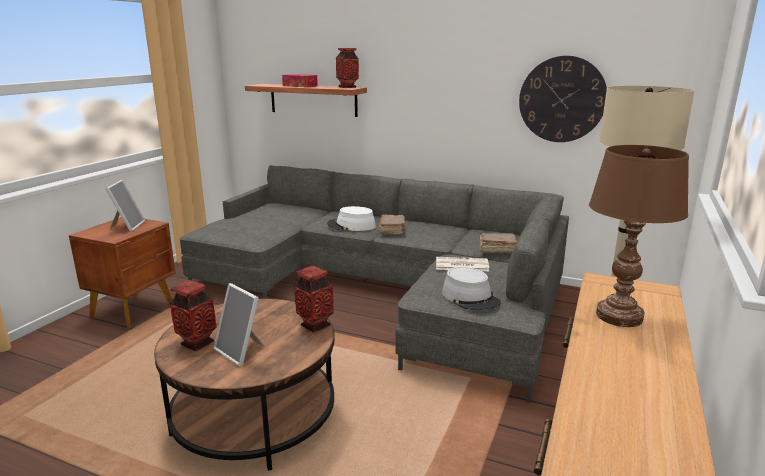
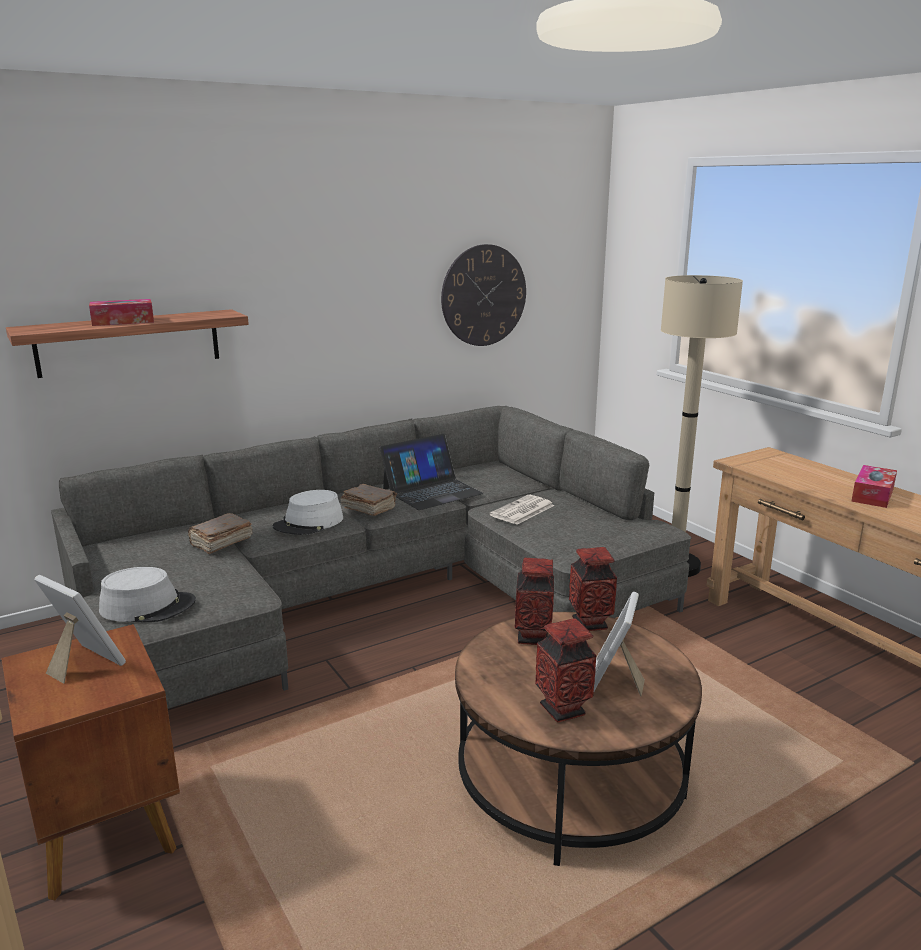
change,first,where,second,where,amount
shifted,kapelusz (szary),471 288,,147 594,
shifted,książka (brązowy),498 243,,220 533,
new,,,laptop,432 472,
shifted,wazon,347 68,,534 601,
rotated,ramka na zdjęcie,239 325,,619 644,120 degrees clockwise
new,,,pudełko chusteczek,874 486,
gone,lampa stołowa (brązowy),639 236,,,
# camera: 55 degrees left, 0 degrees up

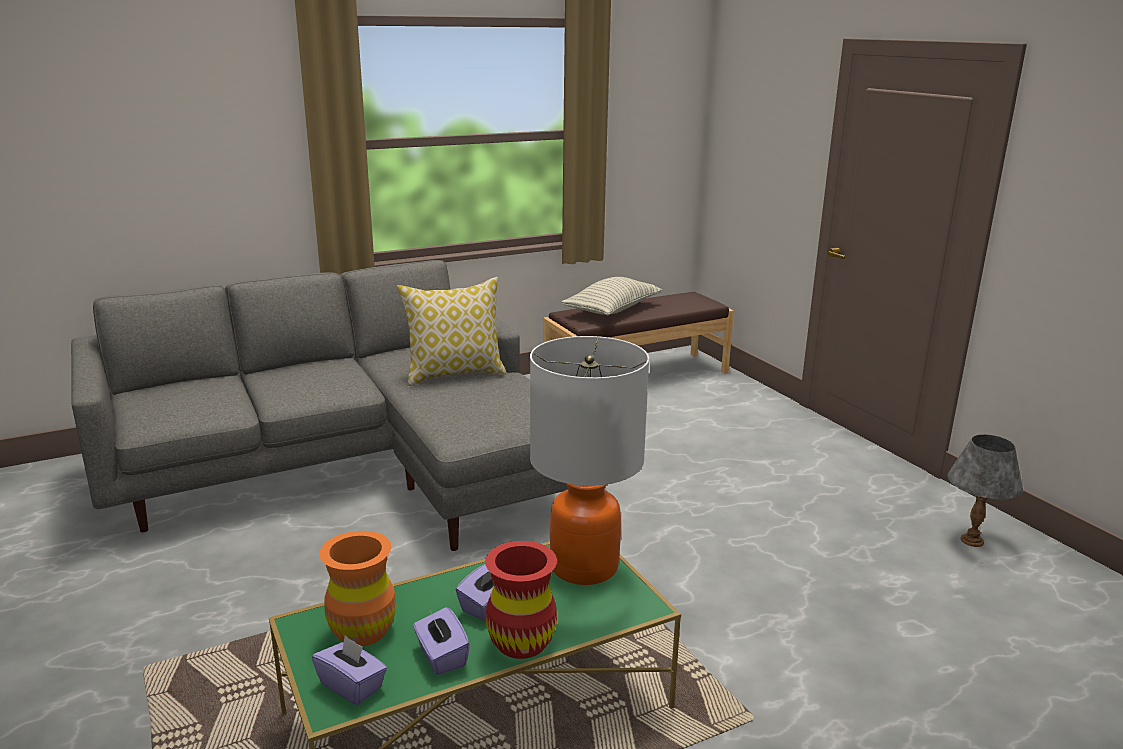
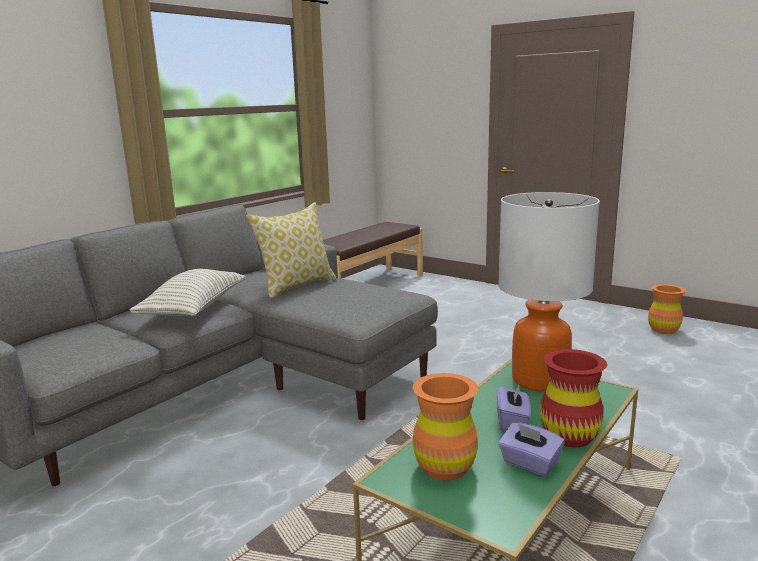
change,first,where,second,where,amount
shifted,poduszka,612 296,,188 292,
swapped,lampa stołowa (szary),985 490,wazon (pomarańczowy),667 309,
gone,pudełko chusteczek (fioletowy),349 670,,,
# camera: 25 degrees left, 5 degrees down

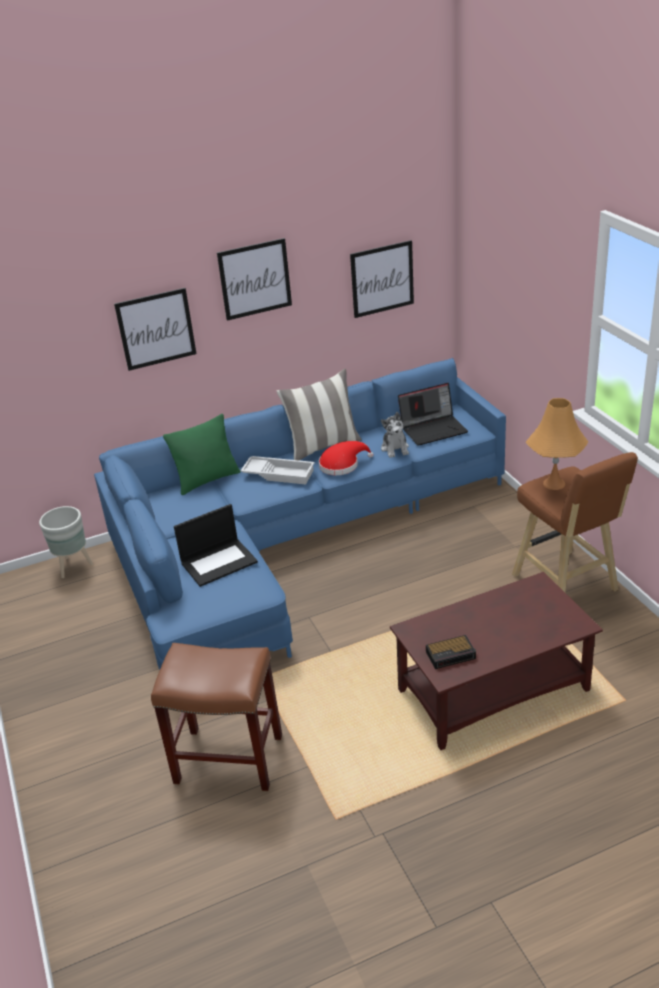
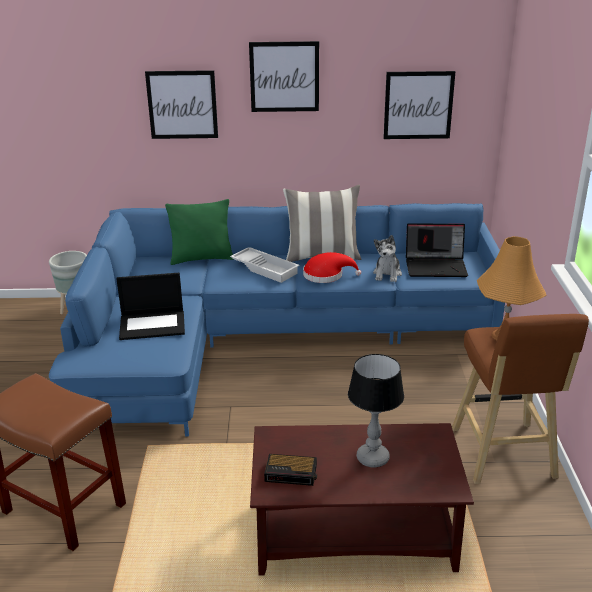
change,first,where,second,where,amount
new,,,lampa stołowa,376 411,
# camera: 20 degrees right, 5 degrees down

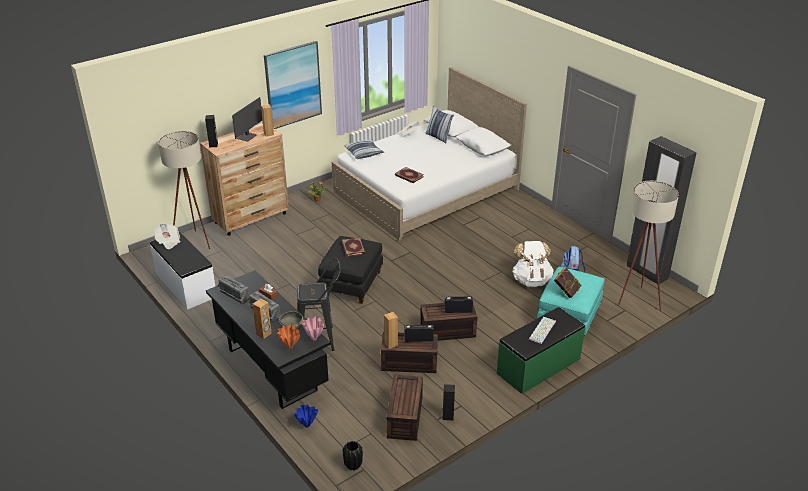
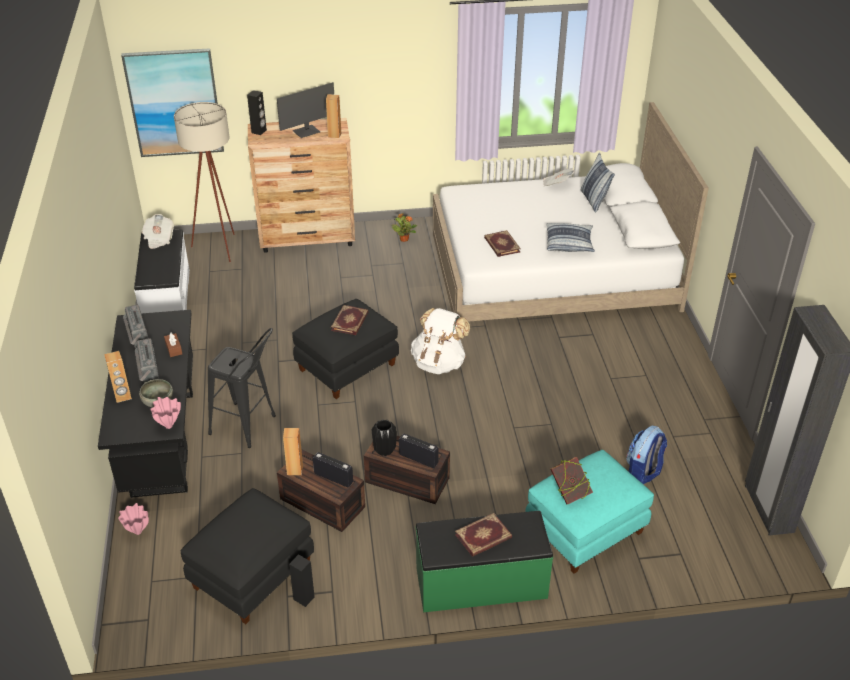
change,first,where,second,where,amount
repainted,wazon (niebieski),306 416,wazon (różowy),133 519,
shifted,obraz,293 85,,172 102,
swapped,pojemnik do przechowywania (brązowy),404 408,pufa (czarny),247 556,
shifted,wazon (czarny),352 455,,384 437,
shifted,plecak (biały),533 264,,440 341,
swapped,klawiatura,542 330,książka,483 535,
shifted,poduszka,364 149,,570 237,
gone,wazon (pomarańczowy),288 336,,,
gone,lampa stojąca (beżowy),648 246,,,
# camera: 30 degrees right, 5 degrees up

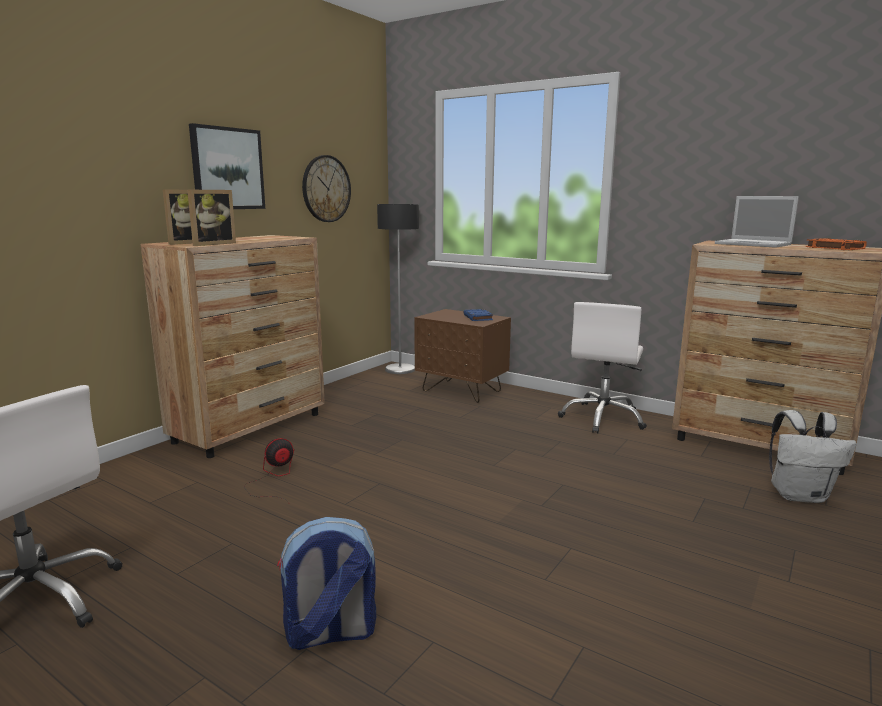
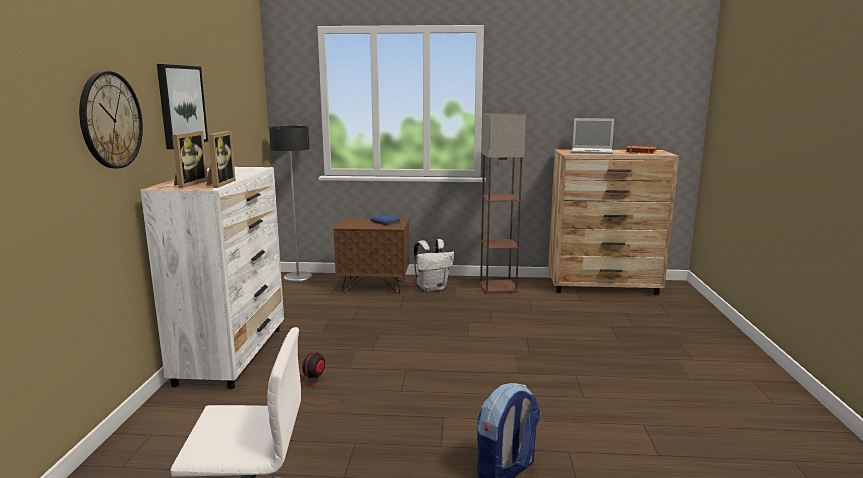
change,first,where,second,where,amount
shifted,zegar ścienny,326 188,,111 119,
repainted,komoda (brązowy),233 346,komoda (biały),212 278,
shifted,plecak (biały),812 456,,434 265,
swapped,krzesło biurowe (biały),602 367,lampa stojąca,502 203,
# camera: 30 degrees left, 0 degrees up

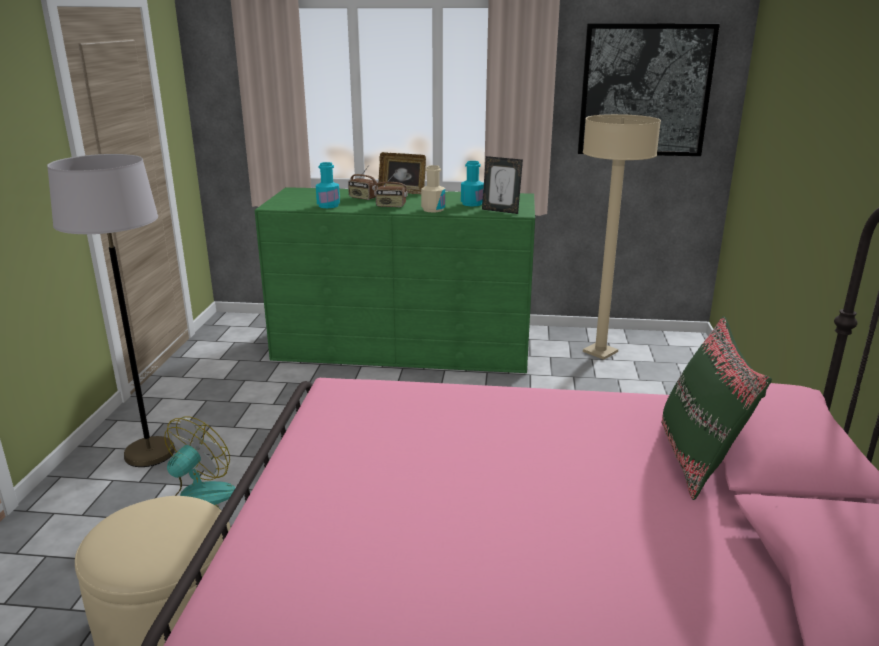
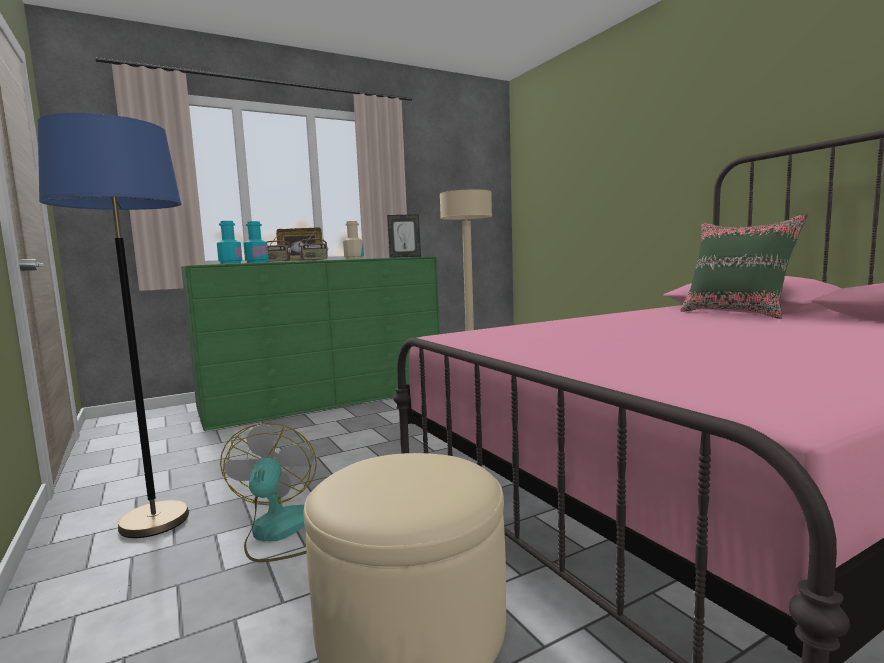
change,first,where,second,where,amount
repainted,lampa stojąca (szary),111 310,lampa stojąca (niebieski),113 325,
shifted,butelka (turkusowy),472 183,,229 242,
gone,obraz,649 89,,,
# camera: 35 degrees left, 15 degrees down

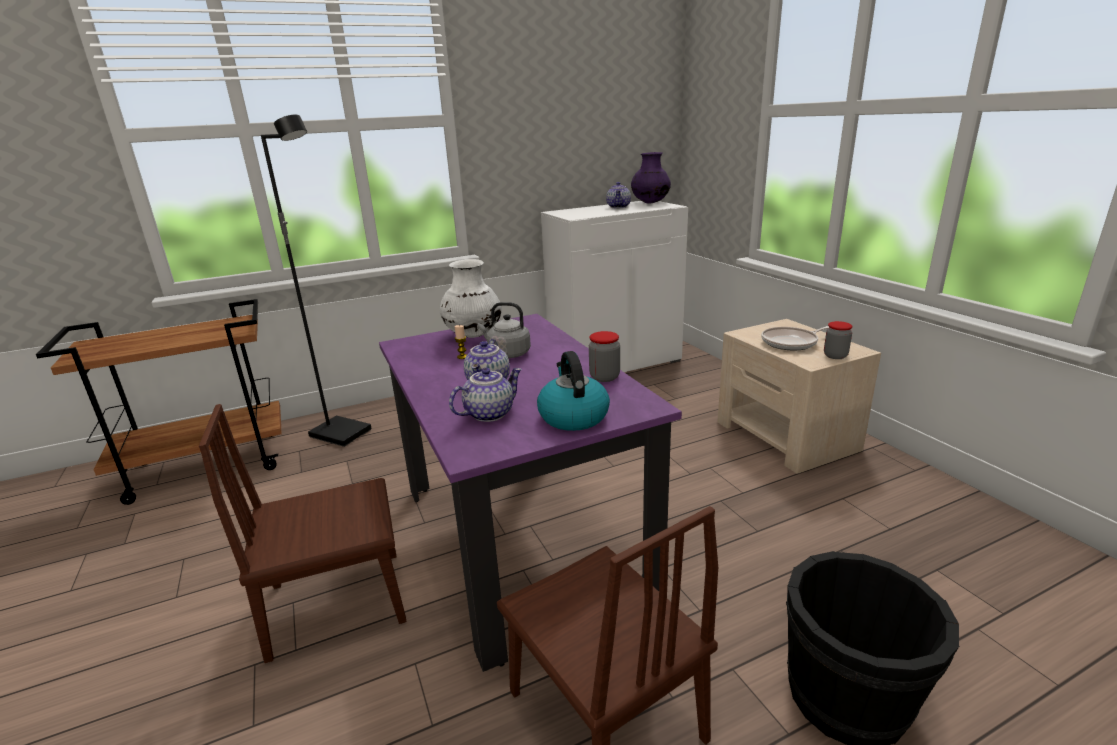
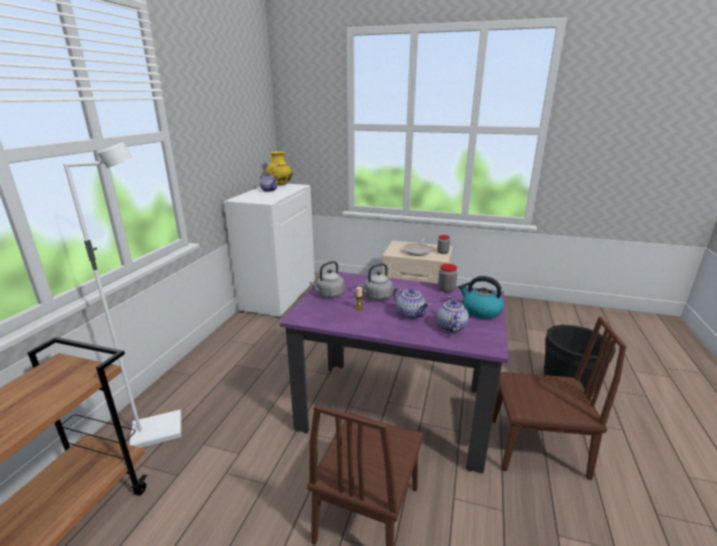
change,first,where,second,where,amount
repainted,lampa stojąca (czarny),316 281,lampa stojąca (biały),122 295,
repainted,wazon (fioletowy),651 178,wazon (żółty),278 168,
swapped,wazon (biały),470 298,czajnik (szary),327 279,
# camera: 50 degrees left, 0 degrees up

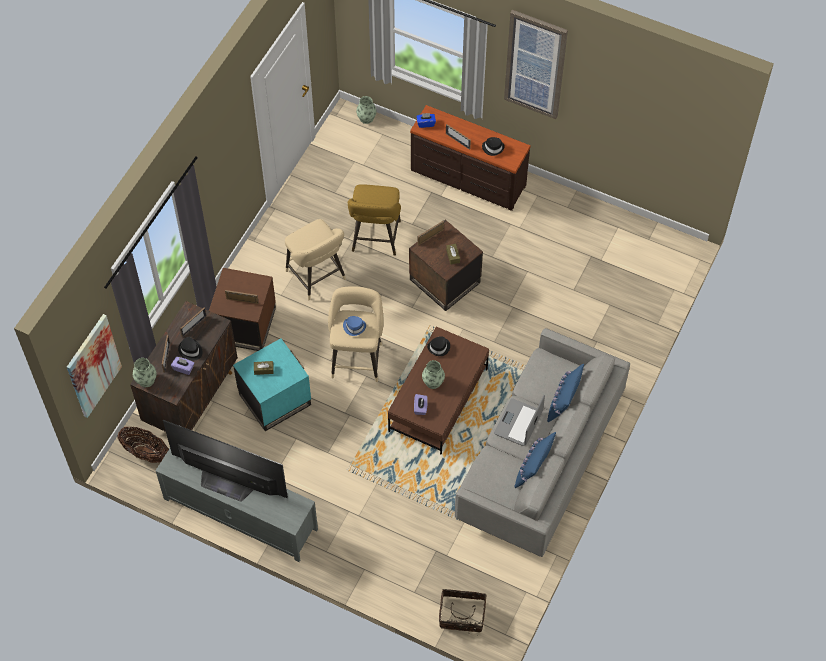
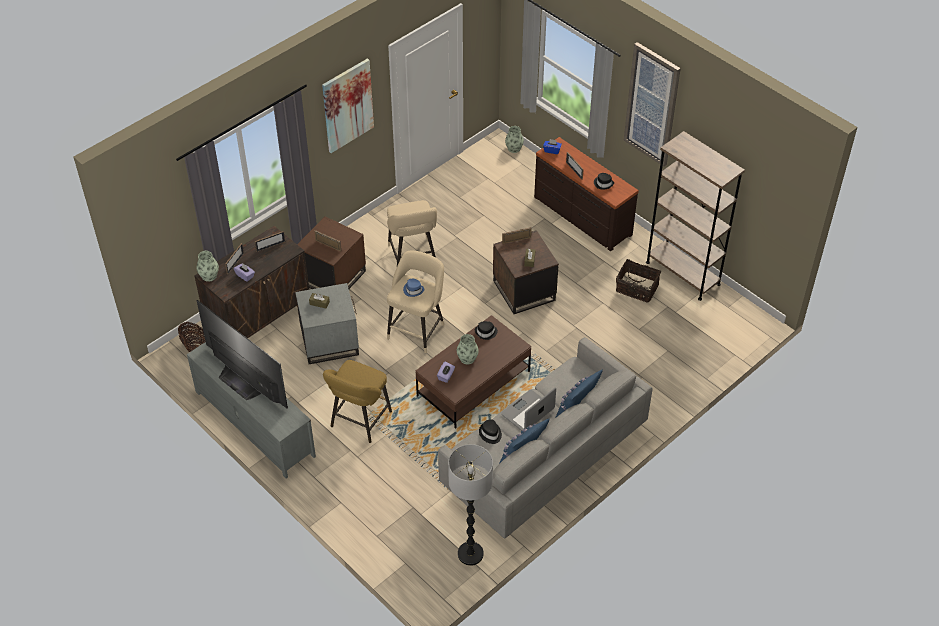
change,first,where,second,where,amount
repainted,stolik (turkusowy),272 384,stolik (szary),327 323,
shifted,obraz,94 366,,348 106,
shifted,stołek (żółty),374 220,,357 401,
new,,,lampa stojąca,470 505,
shifted,kapelusz (czarny),190 349,,490 431,
shifted,koszyk,462 612,,638 281,
new,,,regał (brązowy),695 216,
# camera: 20 degrees right, 10 degrees down

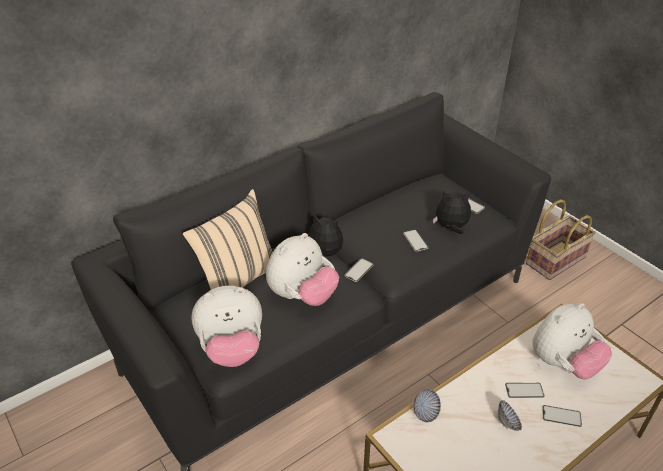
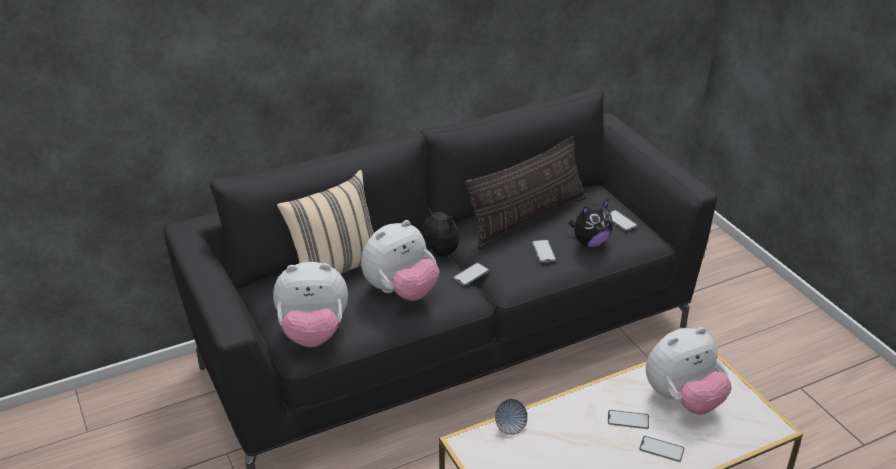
change,first,where,second,where,amount
new,,,poduszka,525 193,
rotated,pluszak,452 212,,590 223,135 degrees clockwise
gone,miska,510 415,,,
gone,koszyk,560 239,,,
# camera: 10 degrees right, 5 degrees down

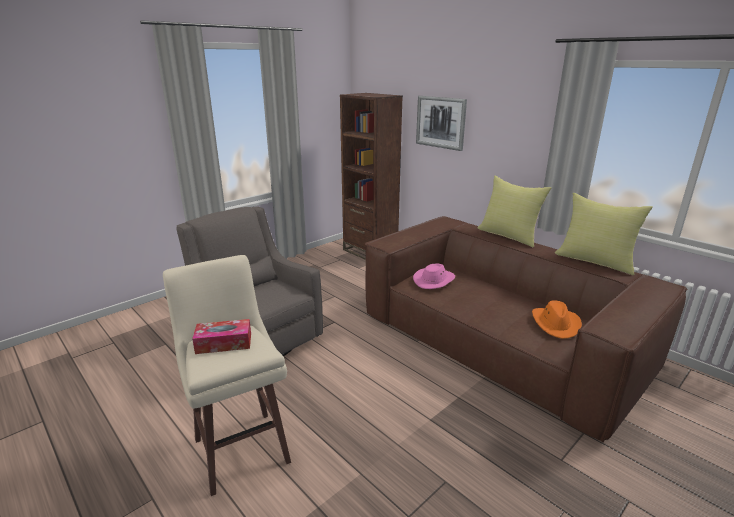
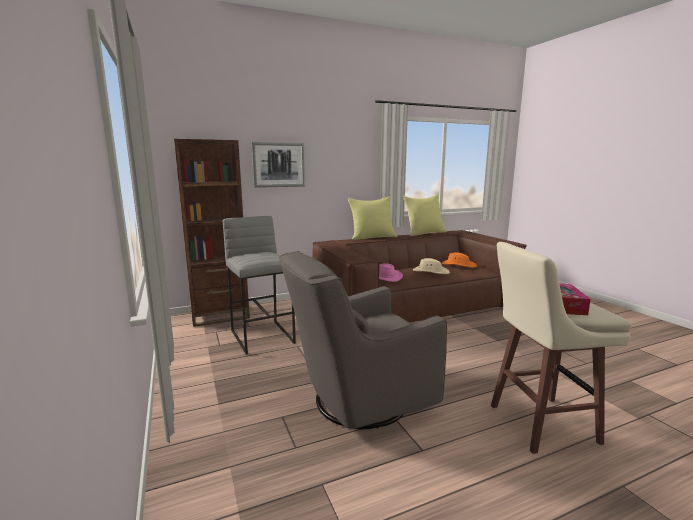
change,first,where,second,where,amount
new,,,stołek (szary),259 285,
new,,,kapelusz (beżowy),431 266,
# camera: 70 degrees left, 10 degrees down

